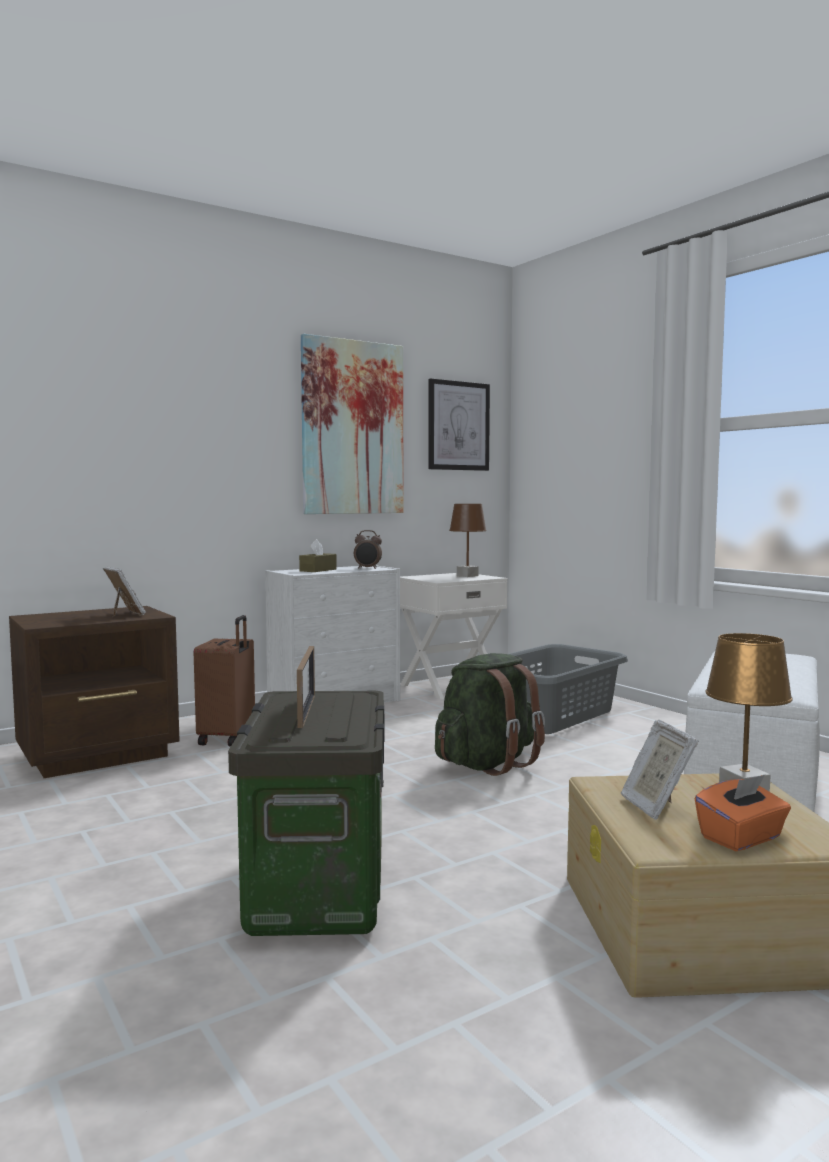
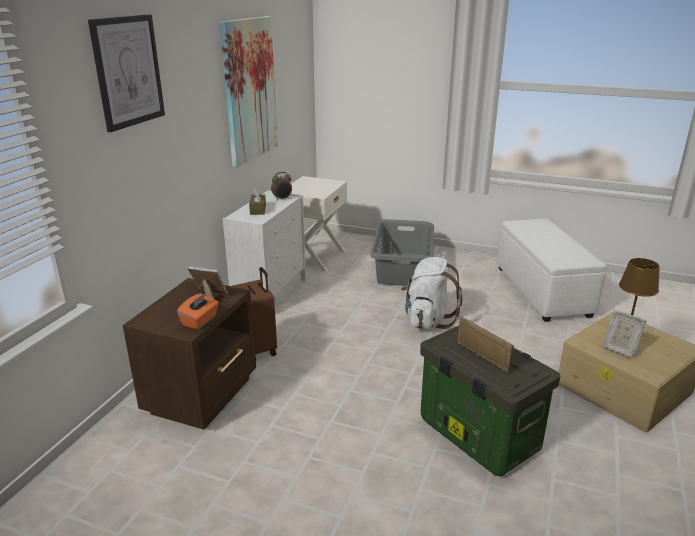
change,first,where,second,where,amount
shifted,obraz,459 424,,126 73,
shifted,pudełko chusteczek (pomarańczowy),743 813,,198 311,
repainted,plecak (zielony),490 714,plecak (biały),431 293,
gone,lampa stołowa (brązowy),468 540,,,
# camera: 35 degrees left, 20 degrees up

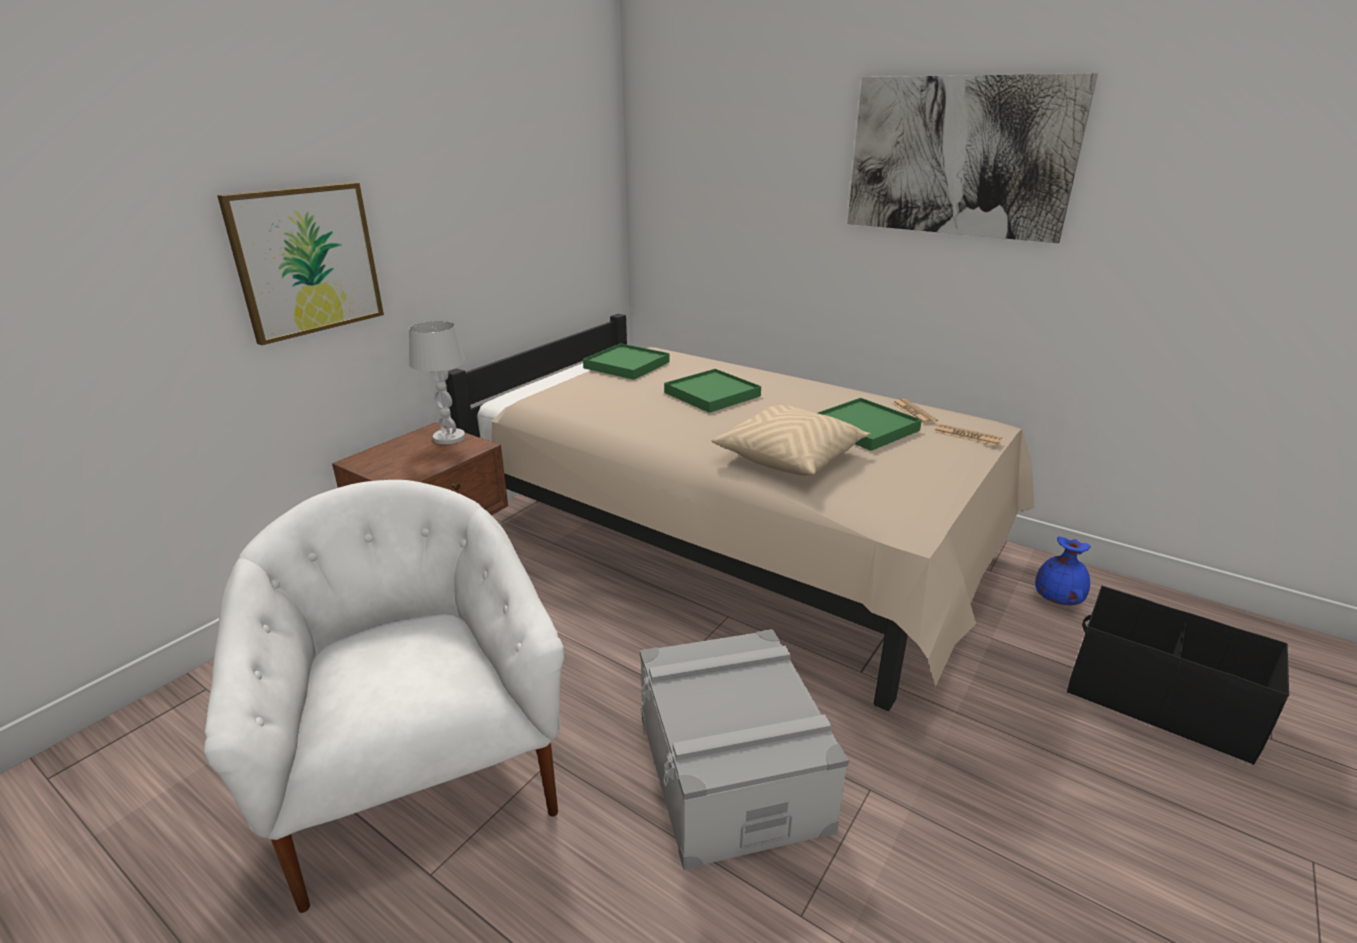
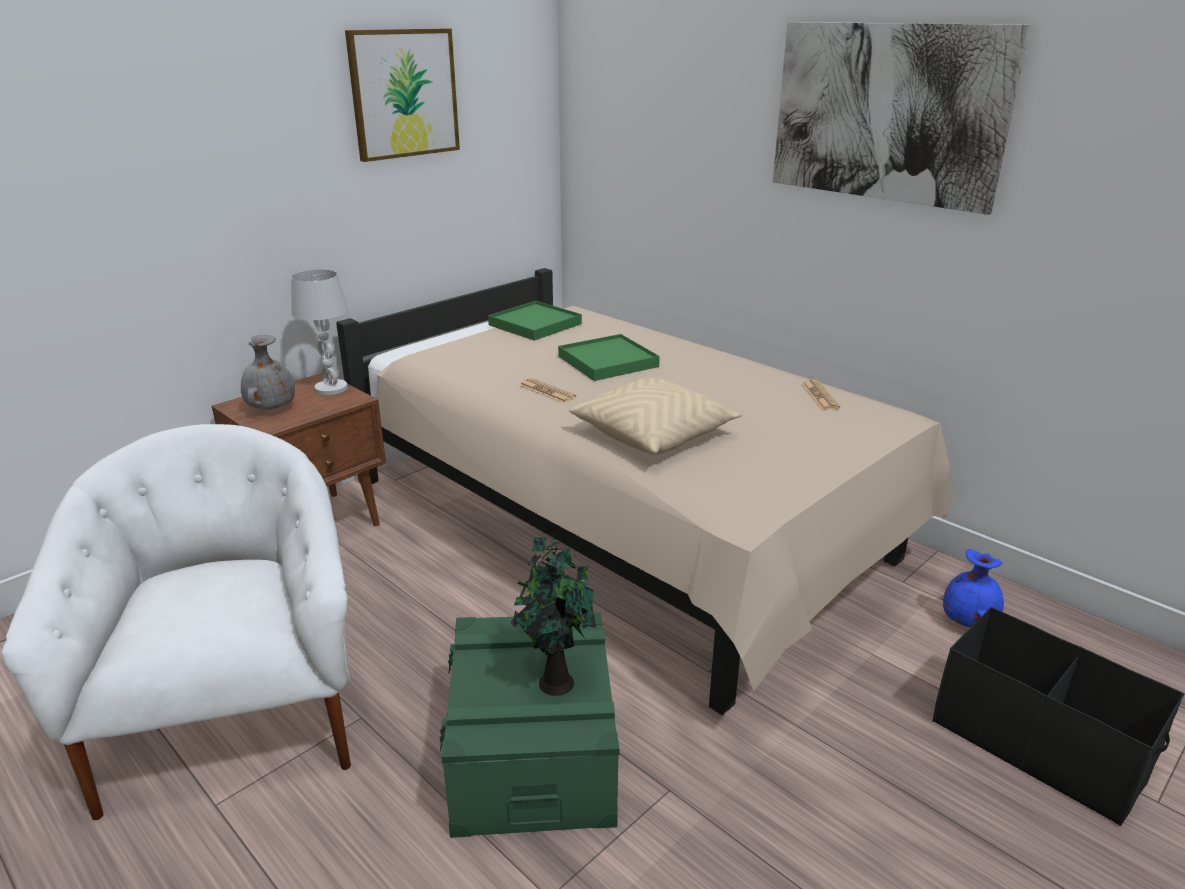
change,first,where,second,where,amount
new,,,wazon (szary),268 372,
shifted,obraz,300 263,,402 95,
repainted,pojemnik do przechowywania (szary),744 749,pojemnik do przechowywania (zielony),529 725,
new,,,roślina doniczkowa,553 611,
shifted,gazeta,968 435,,547 390,
gone,taca (zielony),870 424,,,
# camera: 10 degrees right, 0 degrees up

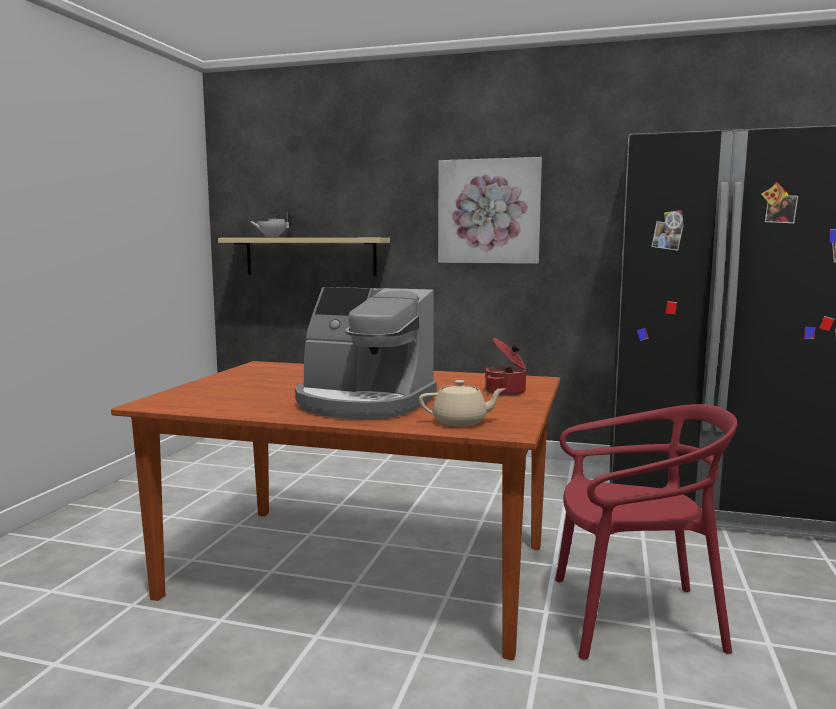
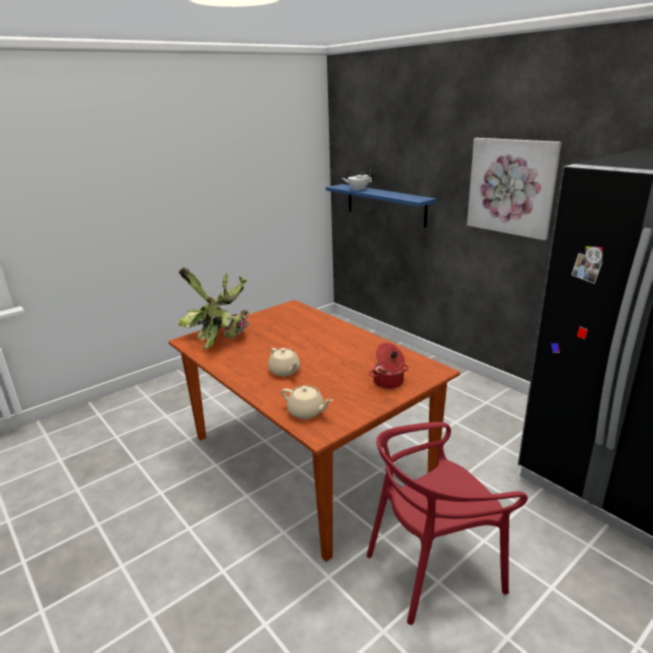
change,first,where,second,where,amount
new,,,roślina doniczkowa,213 308,
swapped,ekspres do kawy,366 353,imbryk (beżowy),284 362,
repainted,półka (beżowy),304 257,półka (niebieski),381 205,
rotated,krzesło (czerwony),646 531,,447 523,120 degrees clockwise
# camera: 35 degrees right, 15 degrees up

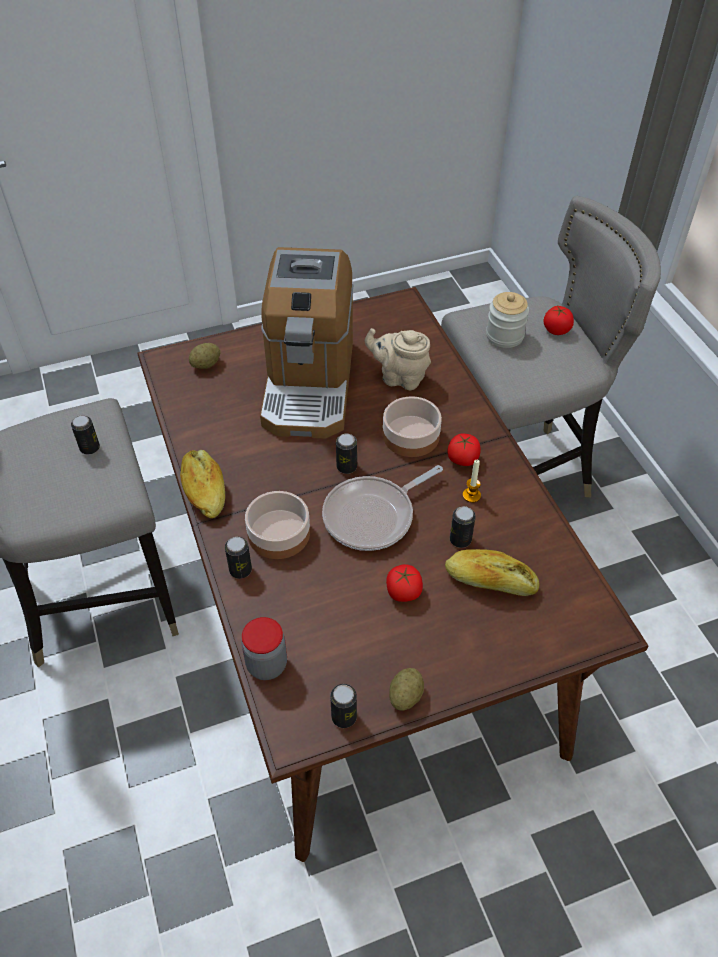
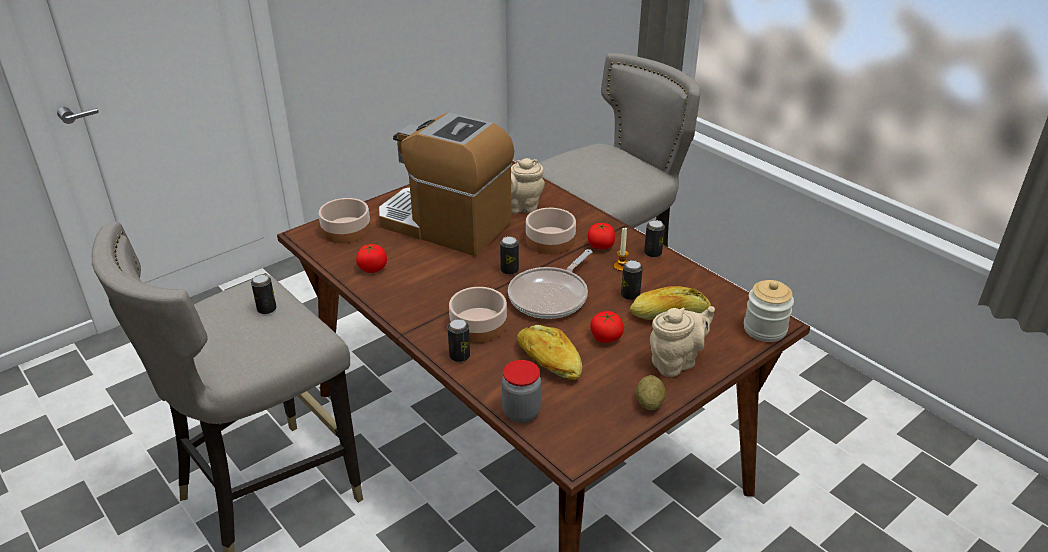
change,first,where,second,where,amount
swapped,ziemniak,204 356,miska,344 220,
shifted,pomidor,559 320,,371 258,
rotated,ekspres do kawy,306 343,,446 184,135 degrees clockwise
shifted,chleb,202 484,,549 352,
shifted,puszka,343 706,,654 239,
new,,,imbryk (beżowy),682 341,
shifted,słoik,507 320,,769 311,
# camera: 20 degrees left, 15 degrees down

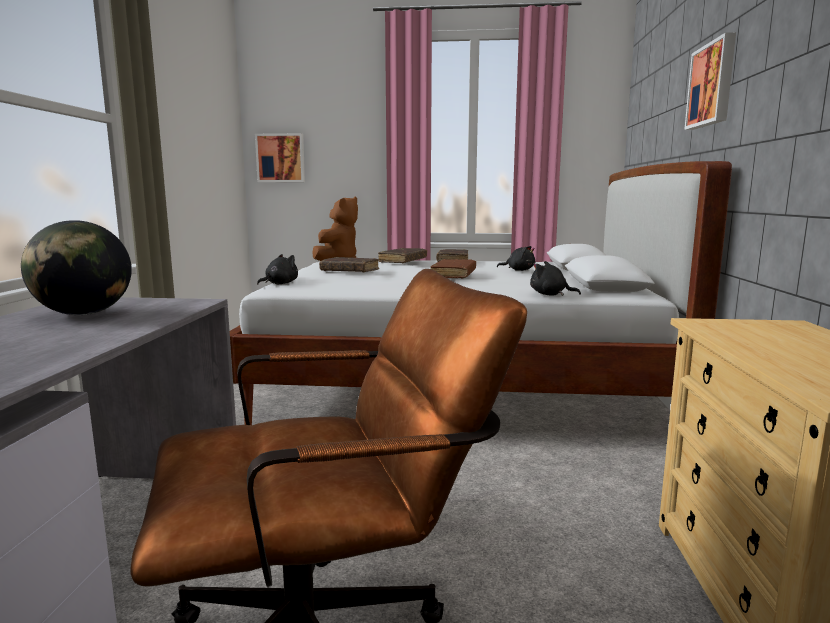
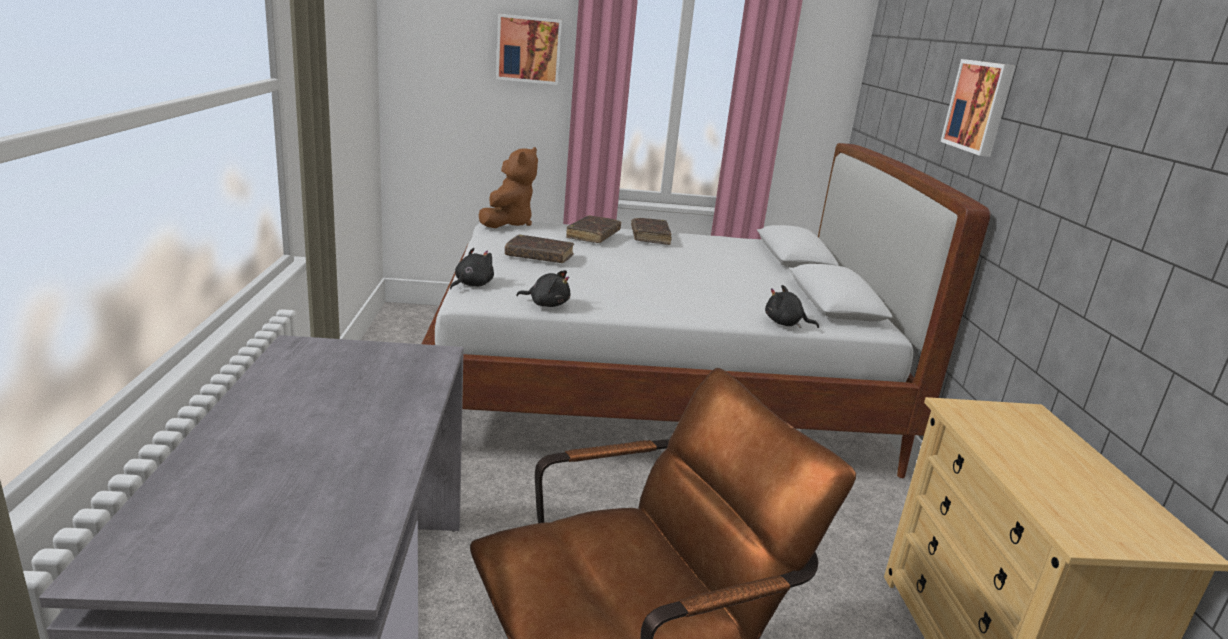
change,first,where,second,where,amount
shifted,obraz,280 157,,529 49,
shifted,pluszak (czarny),516 258,,543 288,
gone,globus,76 267,,,
gone,książka (brązowy),453 269,,,
# camera: 10 degrees left, 10 degrees up

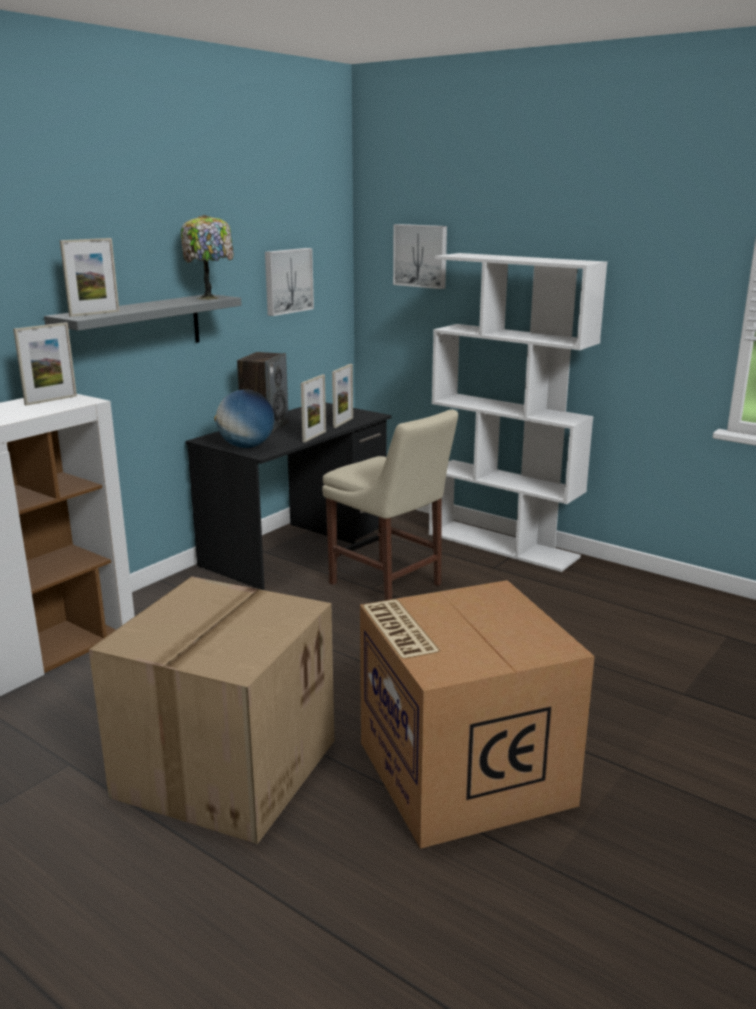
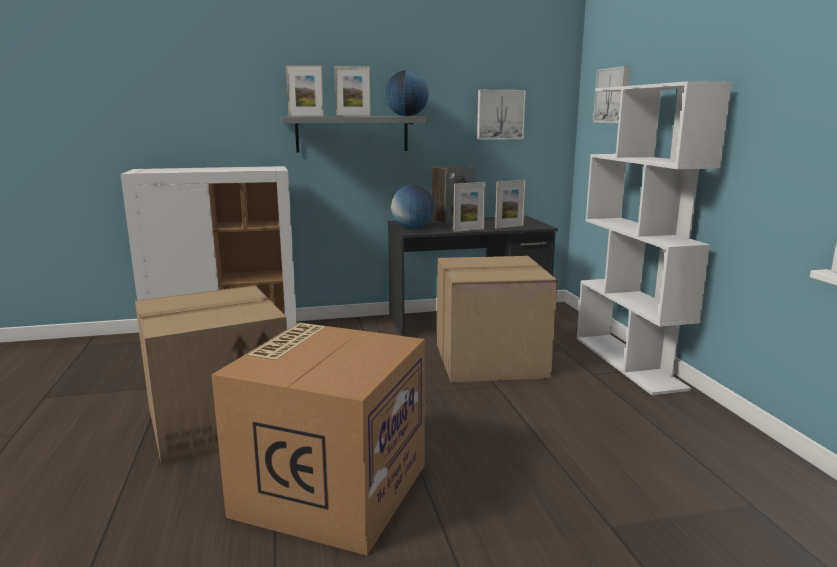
change,first,where,second,where,amount
shifted,ramka na zdjęcie,45 364,,352 91,
swapped,lampa stołowa,207 257,globus,407 93,
swapped,krzesło (beżowy),390 504,karton,497 319,
# camera: 40 degrees right, 5 degrees down

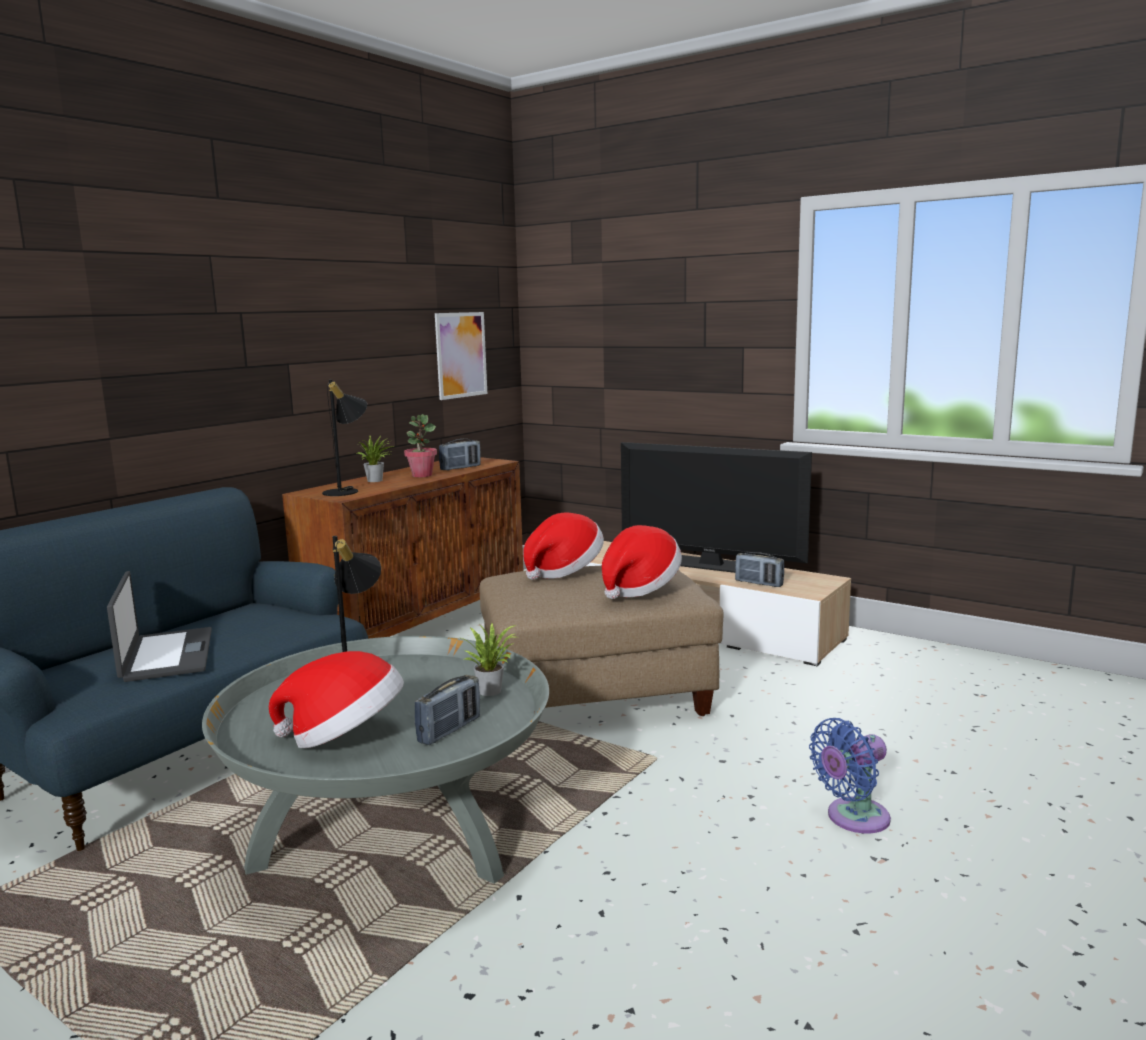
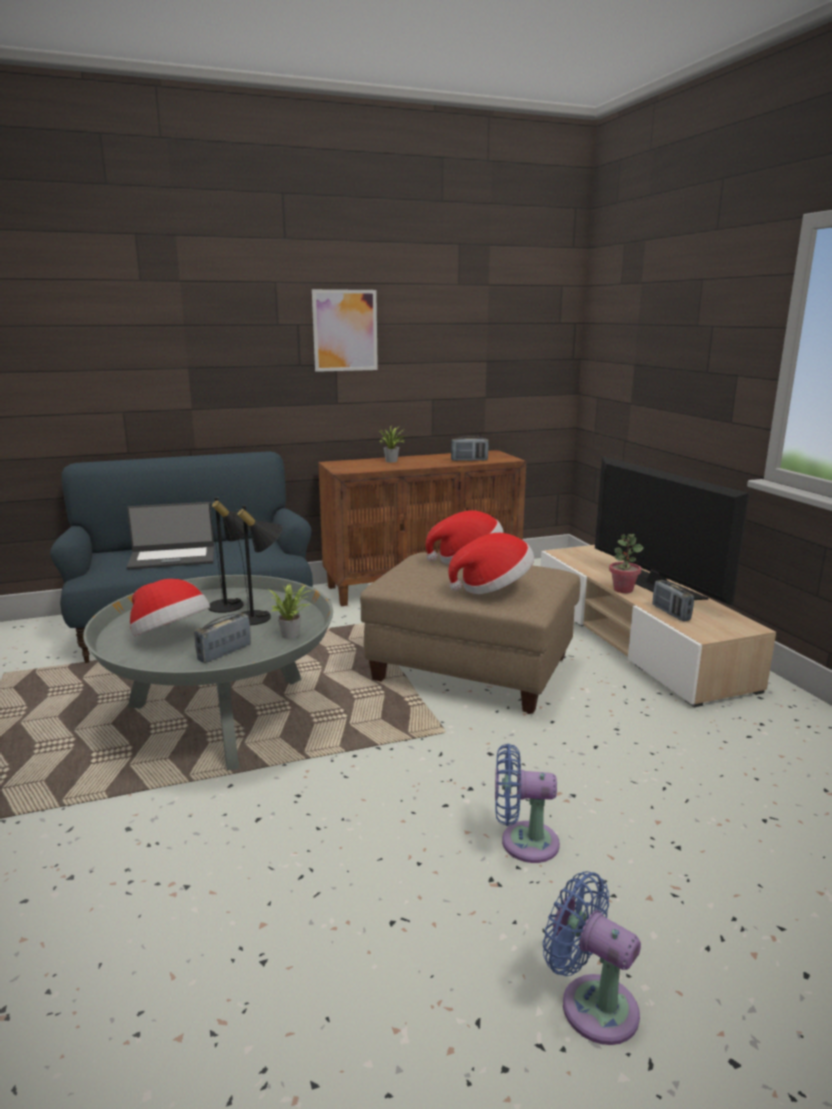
change,first,where,second,where,amount
rotated,laptop,159 626,,170 535,60 degrees clockwise
rotated,radio,447 710,,222 638,150 degrees clockwise
shifted,lampa stołowa (czarny),344 438,,257 565,
shifted,obraz,461 356,,345 330,
new,,,wentylator (niebieski),592 958,
shifted,roślina doniczkowa,420 445,,626 563,
# camera: 35 degrees right, 5 degrees up

